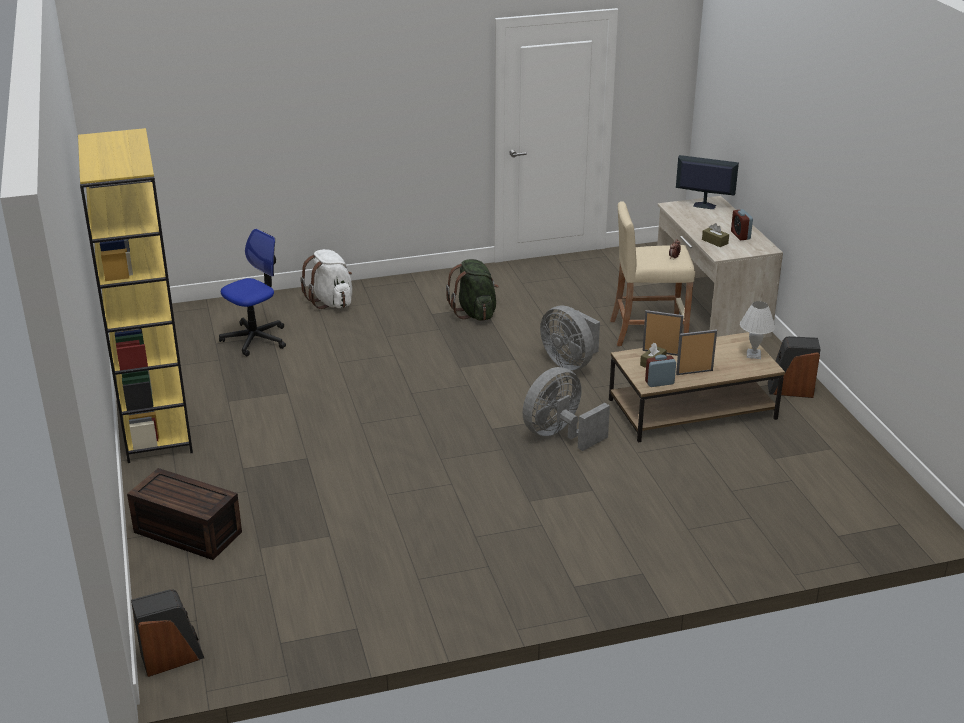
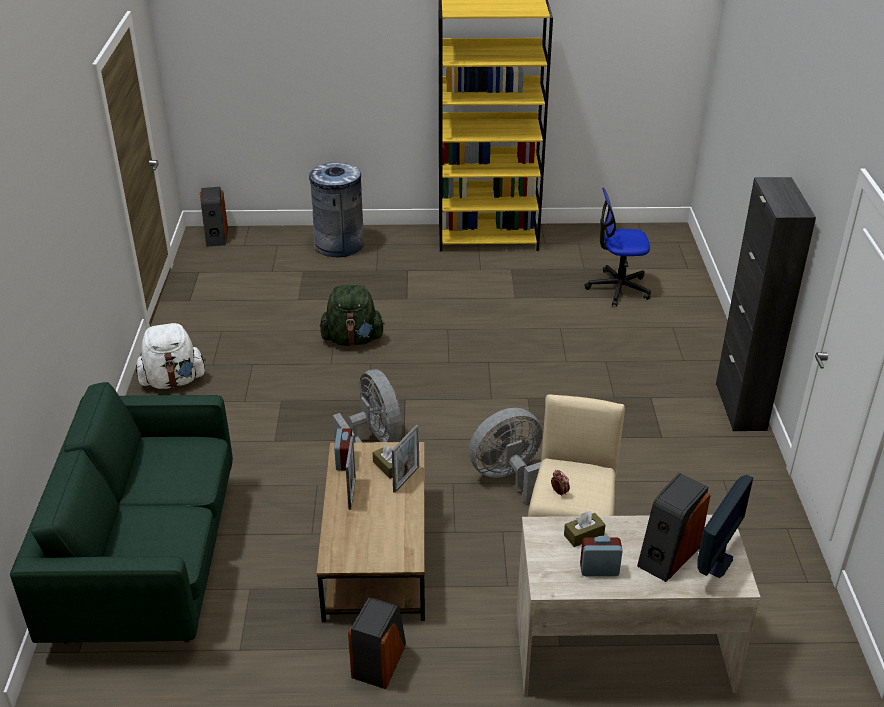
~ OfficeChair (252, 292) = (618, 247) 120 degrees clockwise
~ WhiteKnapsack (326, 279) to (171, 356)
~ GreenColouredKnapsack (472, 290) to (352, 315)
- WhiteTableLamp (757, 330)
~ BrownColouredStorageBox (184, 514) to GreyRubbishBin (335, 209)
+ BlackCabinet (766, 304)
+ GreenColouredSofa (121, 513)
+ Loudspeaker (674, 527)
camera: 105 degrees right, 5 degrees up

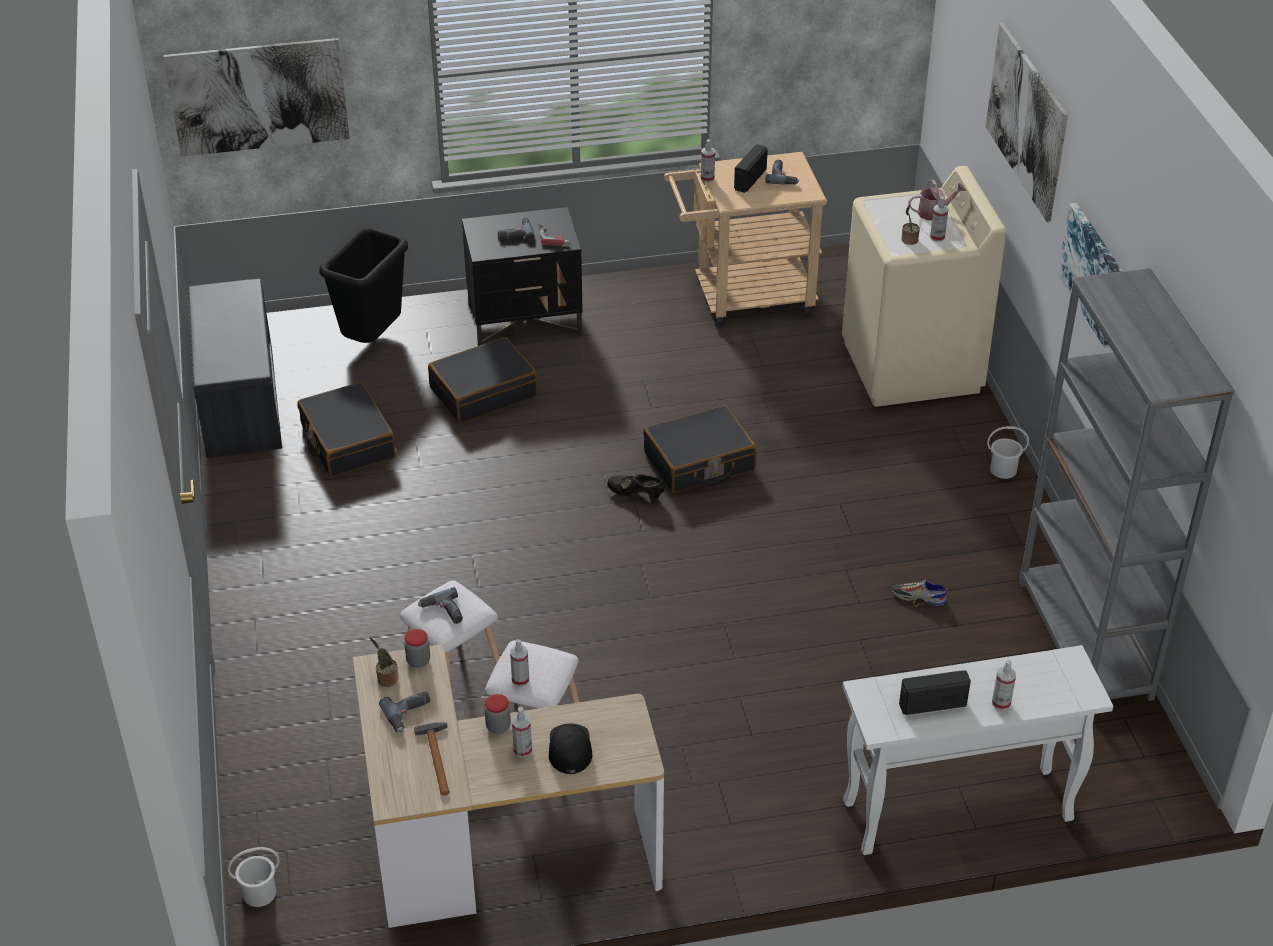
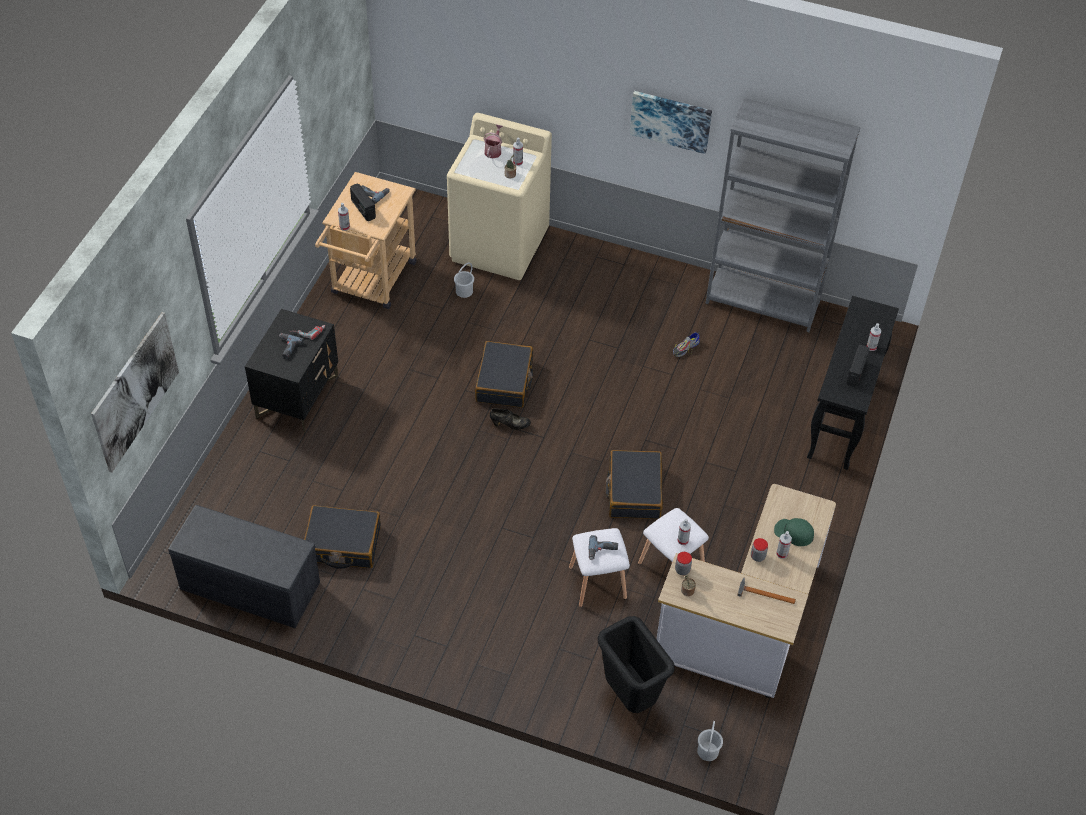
- Picture (1027, 122)
~ BlackRubbishBin (363, 285) to (636, 664)
~ BlackSuitcase (482, 380) to (634, 484)
~ WhitePail (1008, 452) to (464, 280)
~ BlackLowShoe (635, 487) = (510, 419) 135 degrees counterclockwise
~ WhiteNarrowTable (978, 750) to BlackNarrowTable (853, 383)
- ElectricDrill (405, 712)
~ BlackCap (570, 749) to GreenColouredCap (794, 532)
camera: 60 degrees left, 10 degrees up

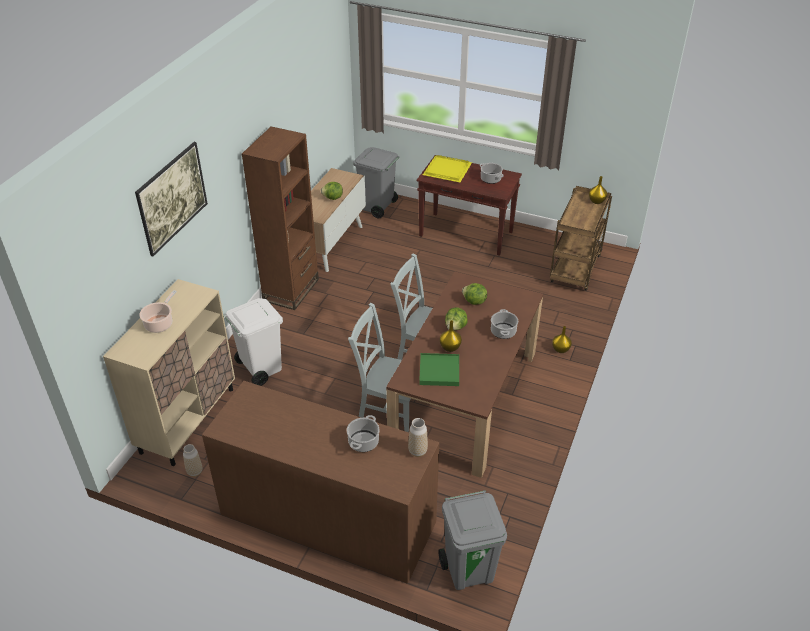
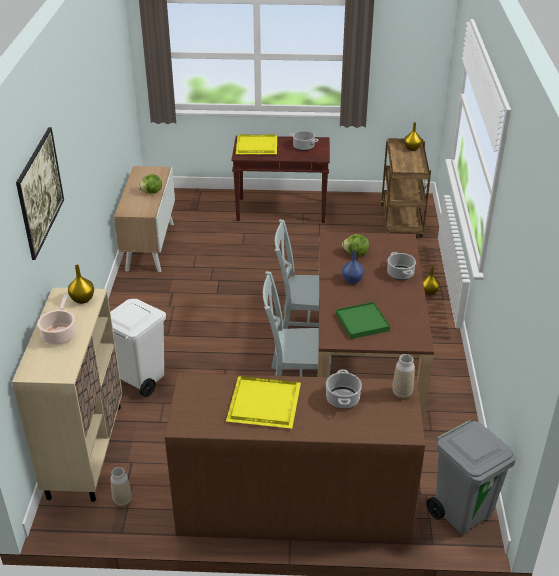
- BrownColouredBookcase (280, 218)
- GreyRubbishBin (376, 182)
~ HeadOfLettuce (456, 318) to BlueColouredVase (353, 266)
~ YellowVase (451, 336) to (81, 284)
+ YellowTray (263, 402)
camera: 20 degrees left, 5 degrees down

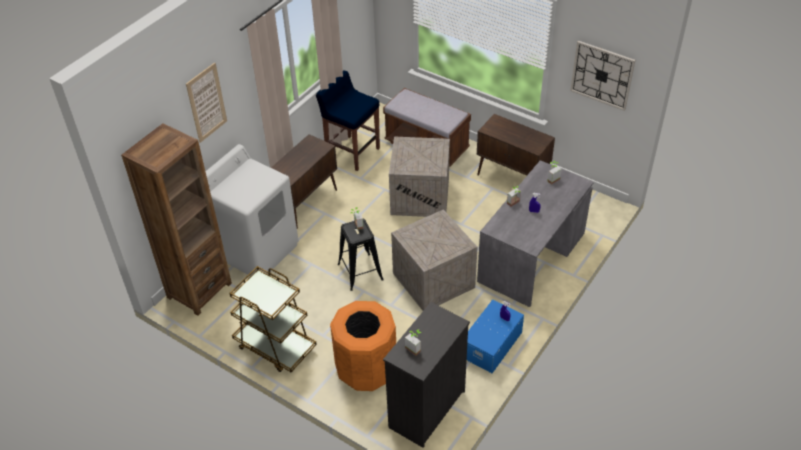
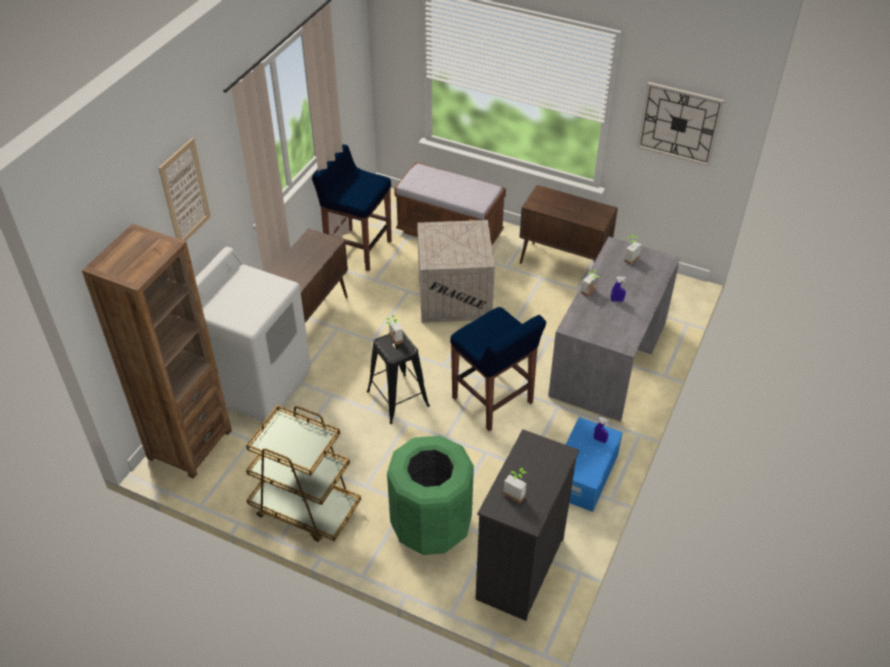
~ ShippingCrate (434, 260) to BlueColouredStoolSeat (498, 369)
~ OrangeyRubbishBin (363, 346) to GreenColouredRubbishBin (430, 495)
camera: 10 degrees left, 0 degrees up

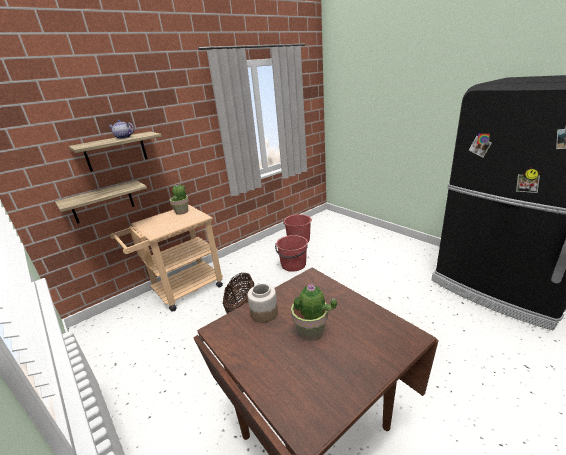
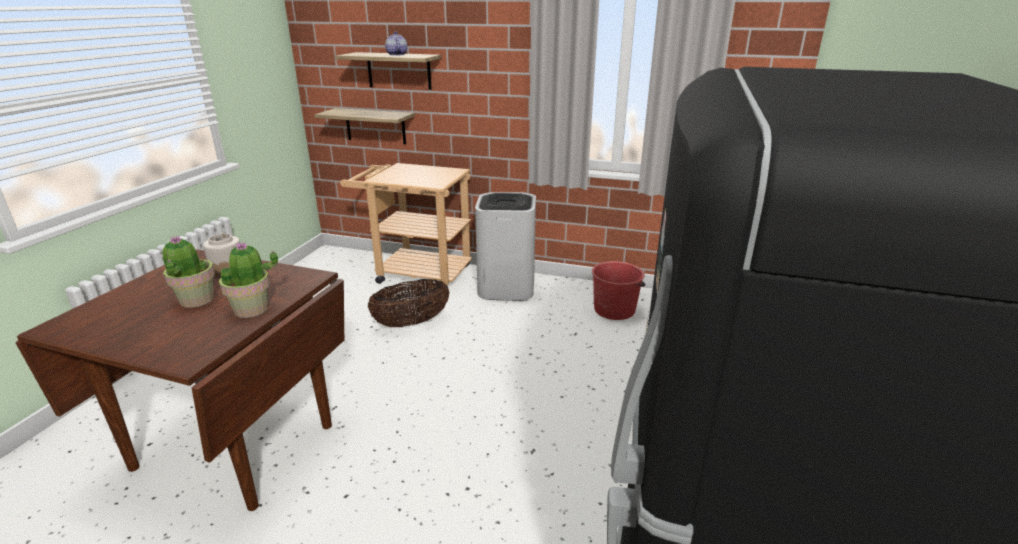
~ PlantInAPot (179, 199) to (248, 280)
- RedColouredPail (291, 253)
+ WhiteRubbishBin (505, 246)
camera: 55 degrees right, 0 degrees up

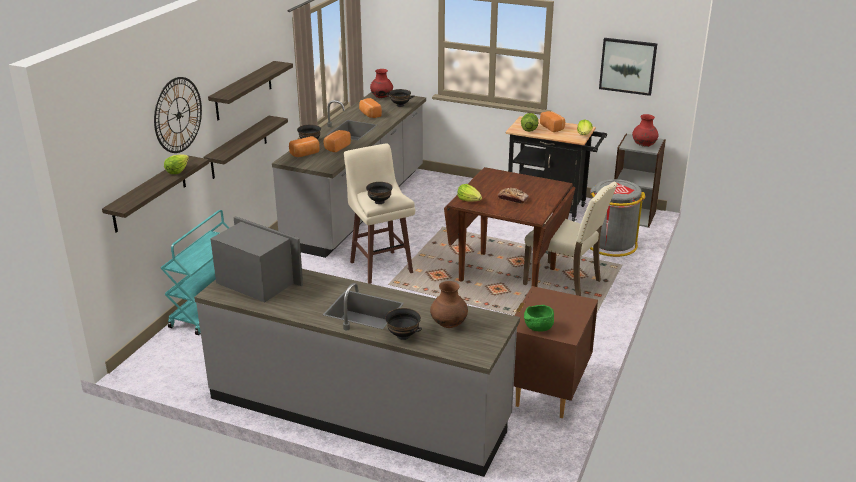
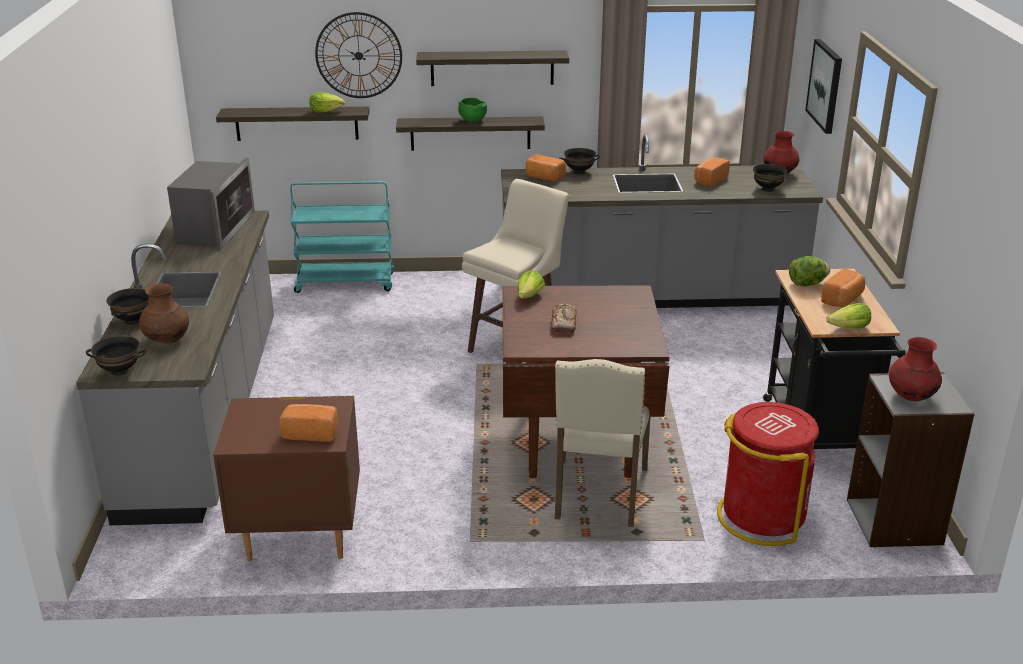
~ Picture (628, 67) to (823, 86)
~ Bread (337, 141) to (308, 423)
~ GreyRubbishBin (618, 218) to RedColouredRubbishBin (768, 474)
~ BlackBowl (379, 193) to (116, 355)
~ GreenColouredBowl (539, 318) to (472, 110)
camera: 65 degrees right, 0 degrees up

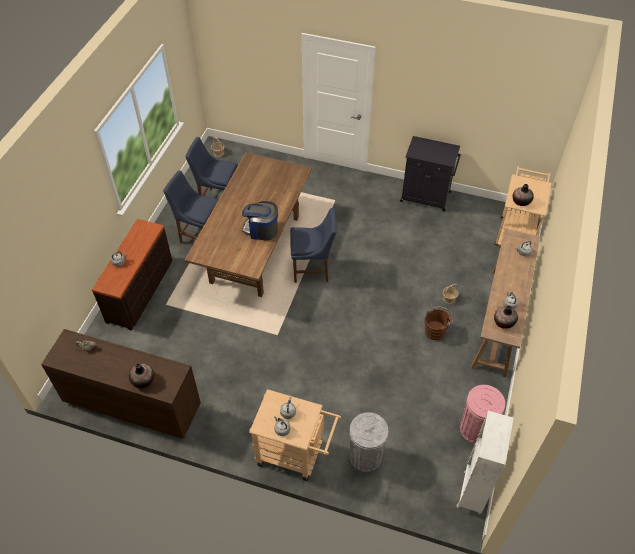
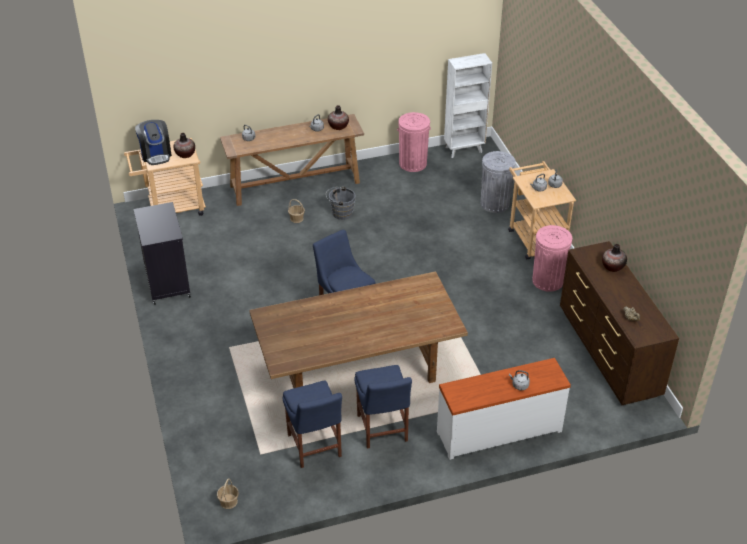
~ CoffeeMaker (260, 220) to (153, 142)
~ BrownColouredChestOfDrawers (132, 275) to WhiteChestOfDrawers (504, 409)
~ BrownColouredPail (438, 323) to GreyPail (341, 203)
+ PinkishRubbishBin (552, 258)
camera: 125 degrees left, 10 degrees down

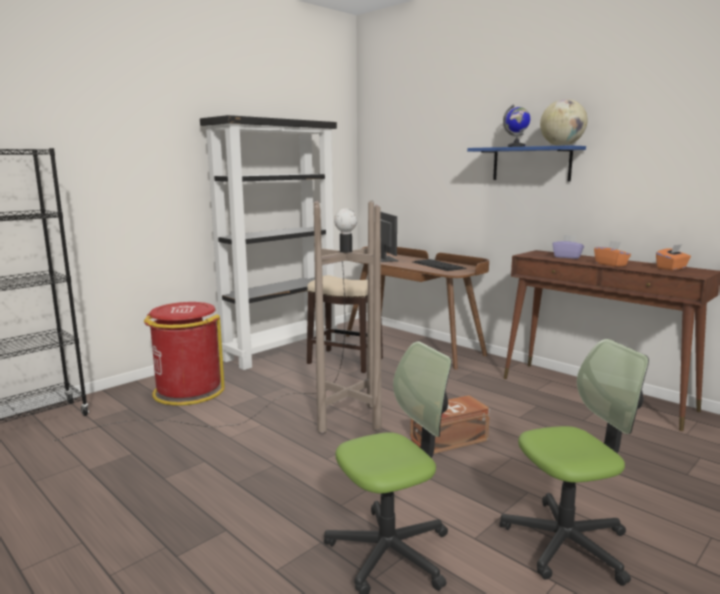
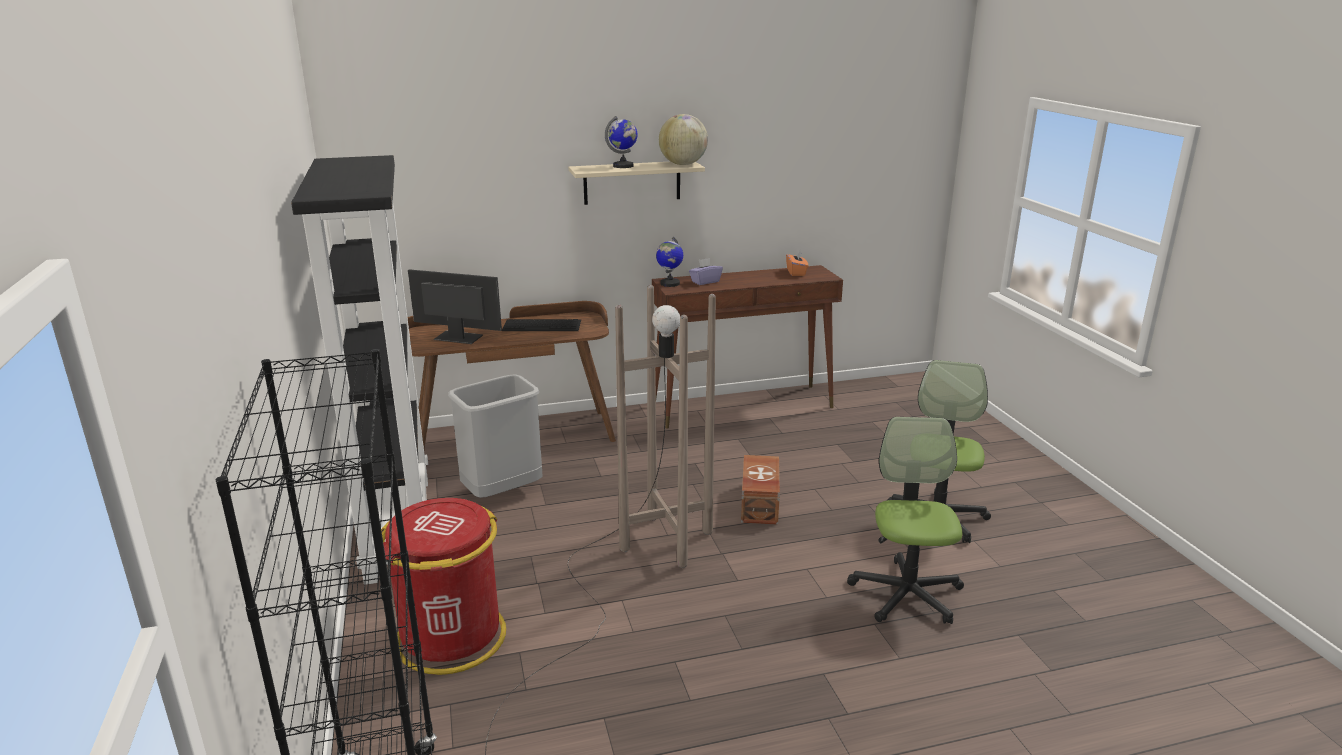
~ BlueColouredWallShelf (526, 163) to BeigeWallShelf (636, 183)
- OrangeyTissueHolder (612, 254)
~ StoolSeat (345, 324) to GreyRubbishBin (495, 436)
+ WorldGlobe (669, 262)
camera: 60 degrees left, 10 degrees up

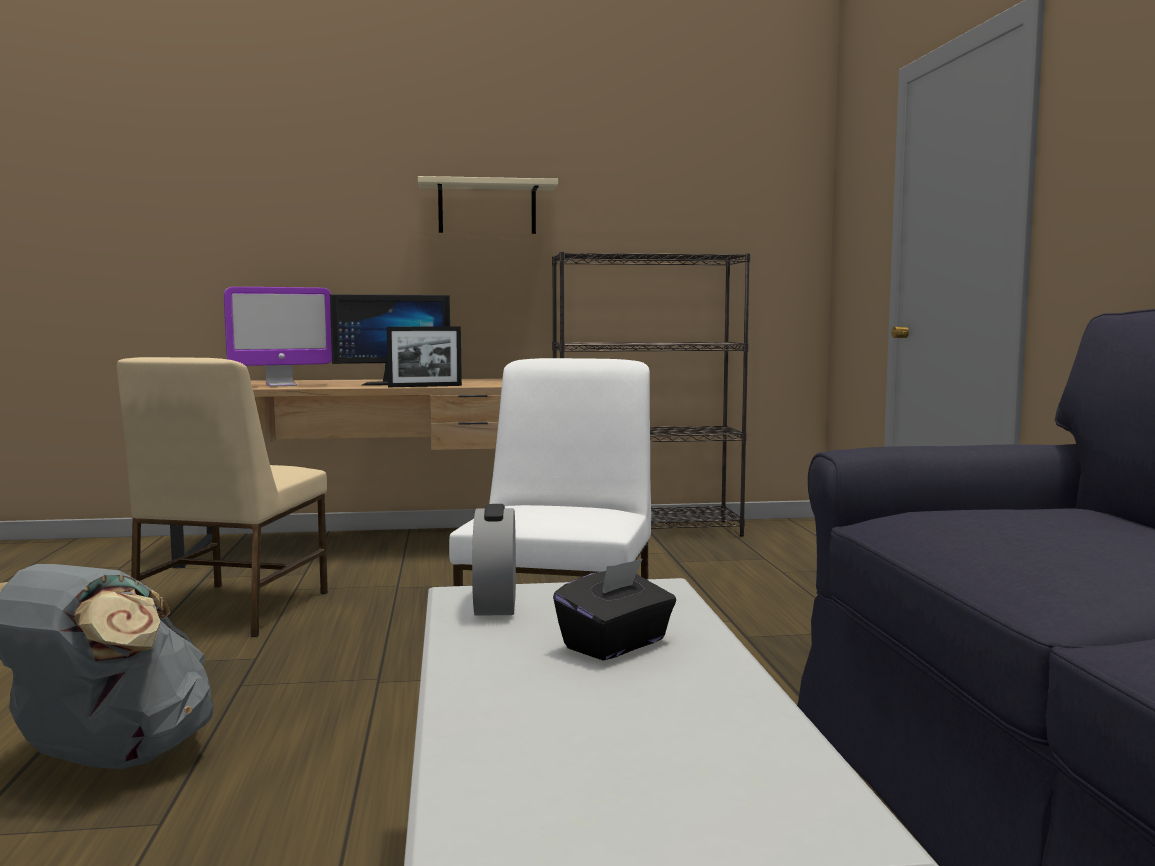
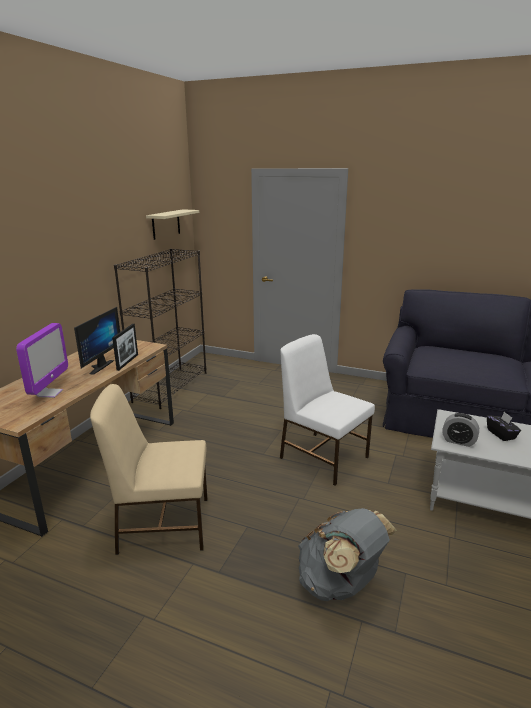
~ BeigeWallShelf (488, 205) to (172, 224)
~ BeigePlainChair (222, 497) = (148, 469) 135 degrees clockwise
camera: 60 degrees left, 15 degrees up

